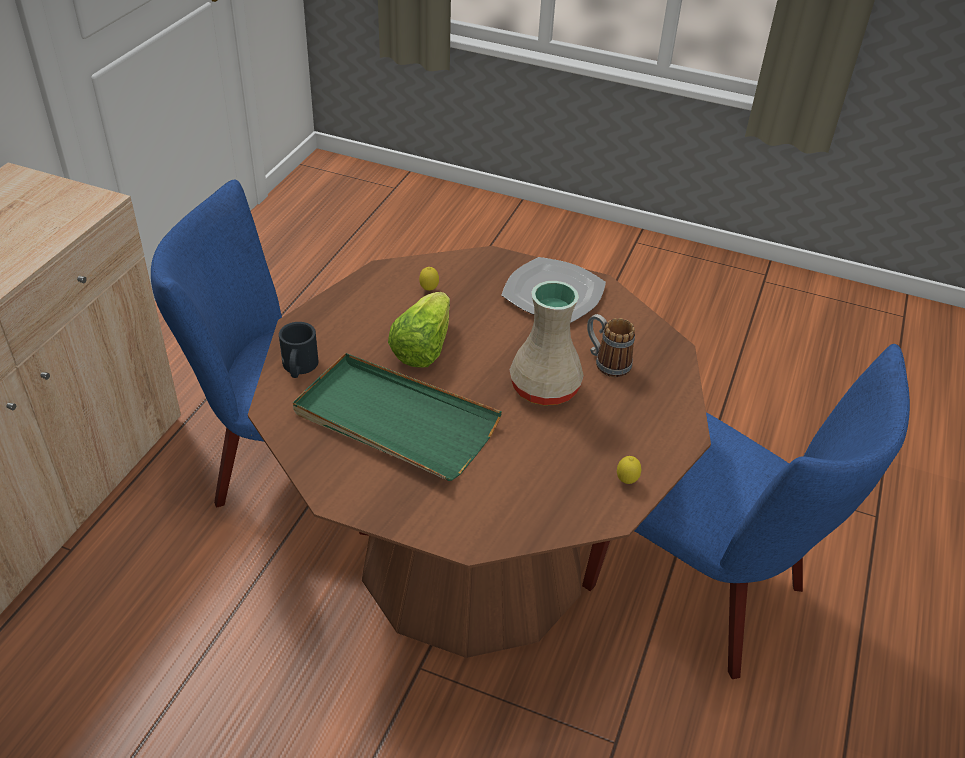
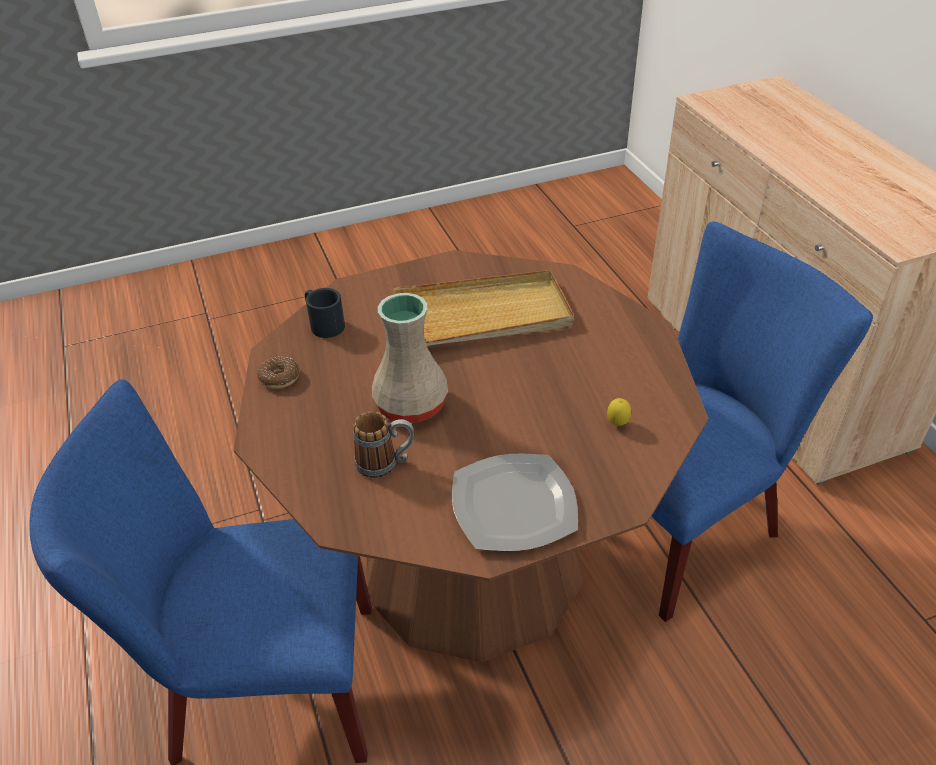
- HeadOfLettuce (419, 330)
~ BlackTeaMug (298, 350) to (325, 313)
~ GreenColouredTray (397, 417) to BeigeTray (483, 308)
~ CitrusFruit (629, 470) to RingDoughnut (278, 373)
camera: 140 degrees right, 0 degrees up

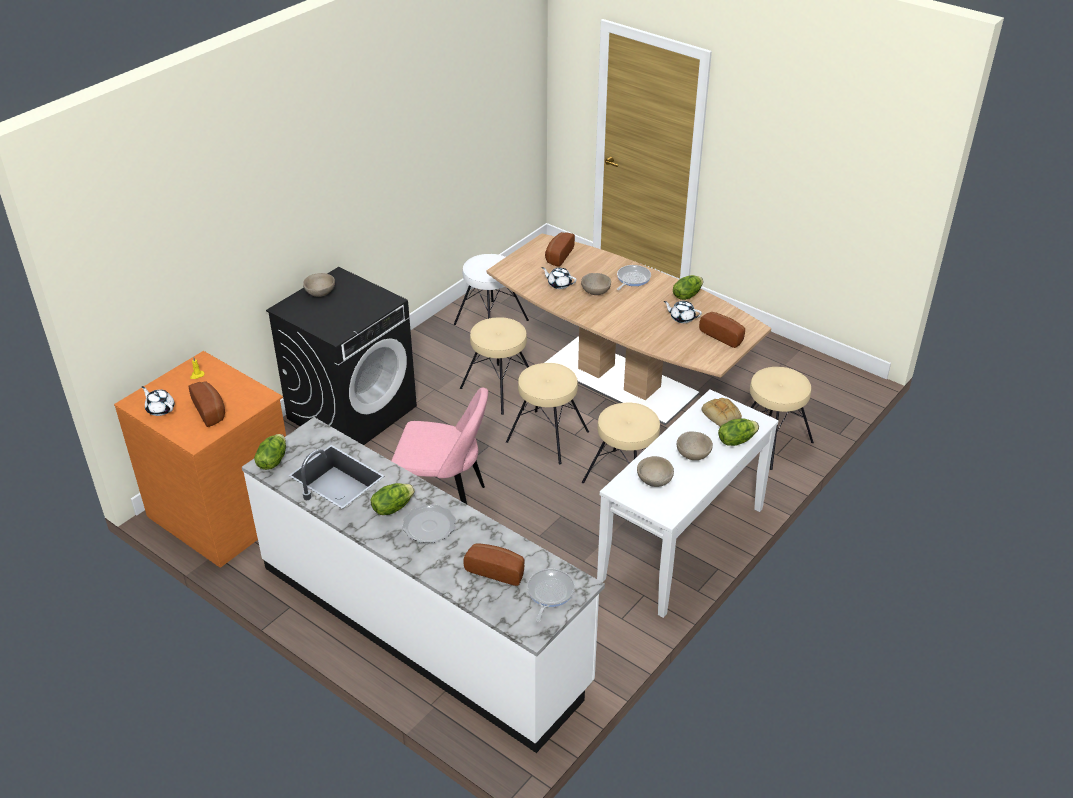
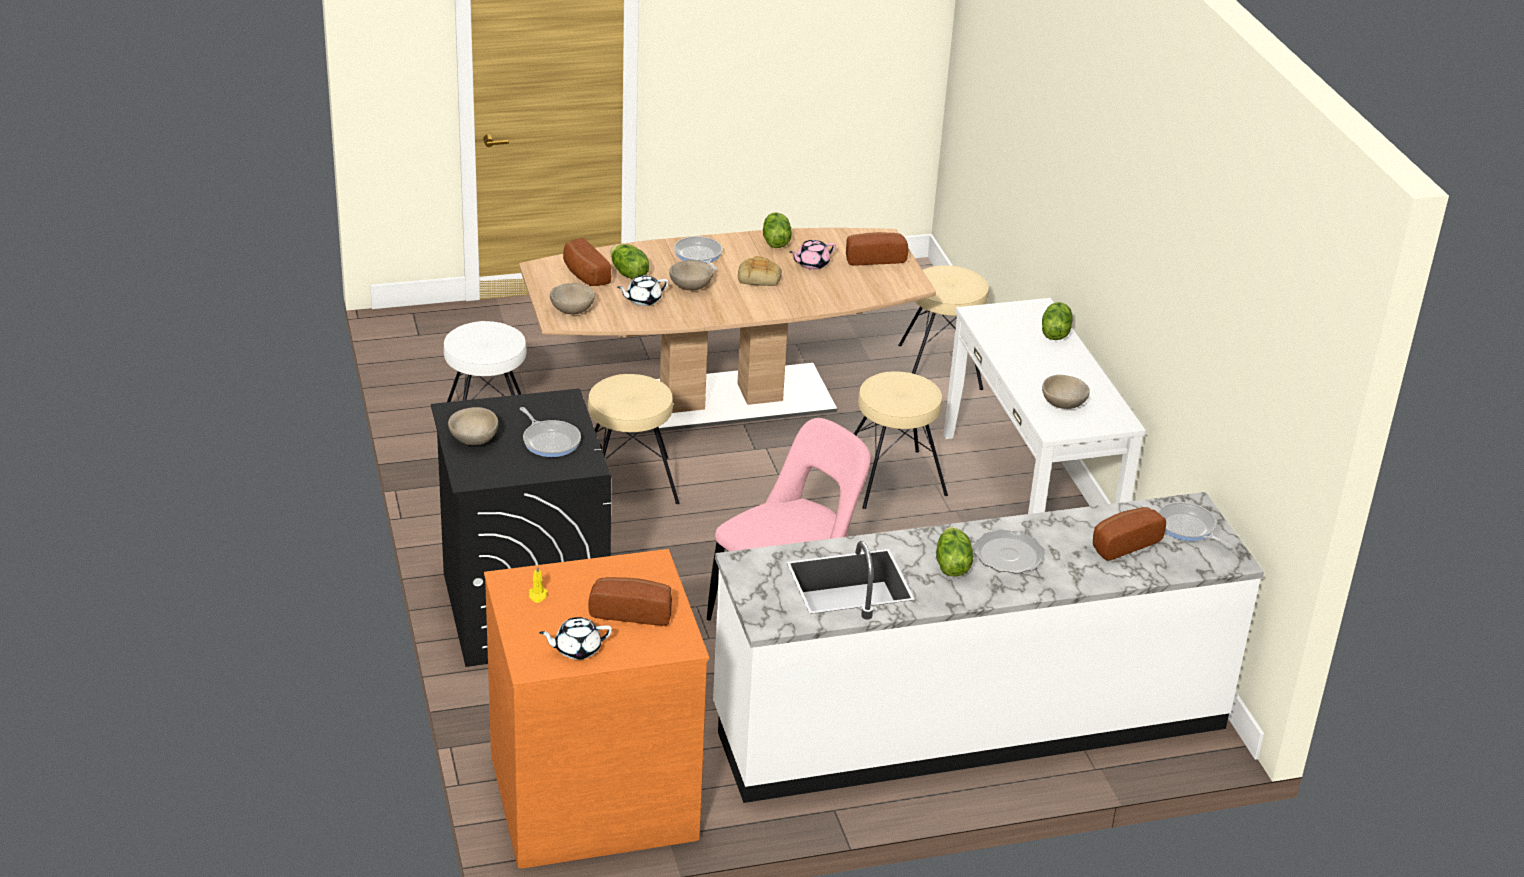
~ WhiteTeapot (682, 312) to PinkishTeapot (812, 255)
- BeigeStoolSeat (547, 413)
~ Bread (721, 412) to (760, 271)
~ BeigeBowl (695, 445) to (572, 298)
~ HeadOfLettuce (270, 452) to (629, 261)
+ Skillet (550, 432)
camera: 55 degrees left, 5 degrees down

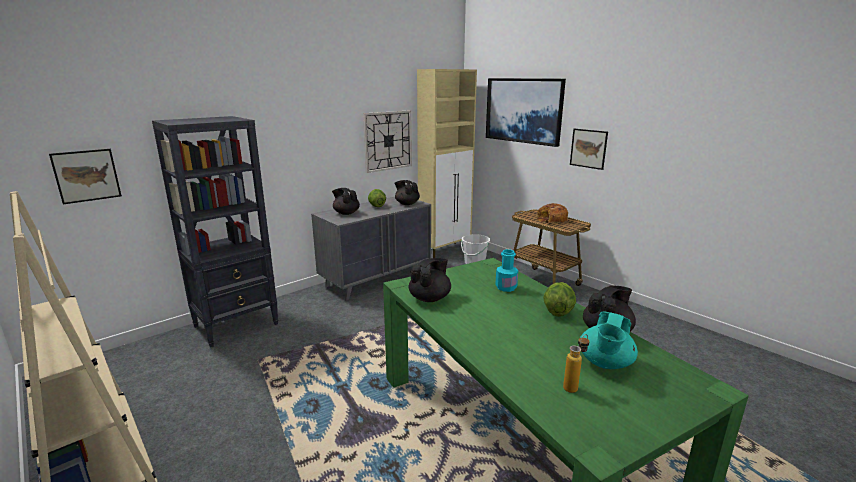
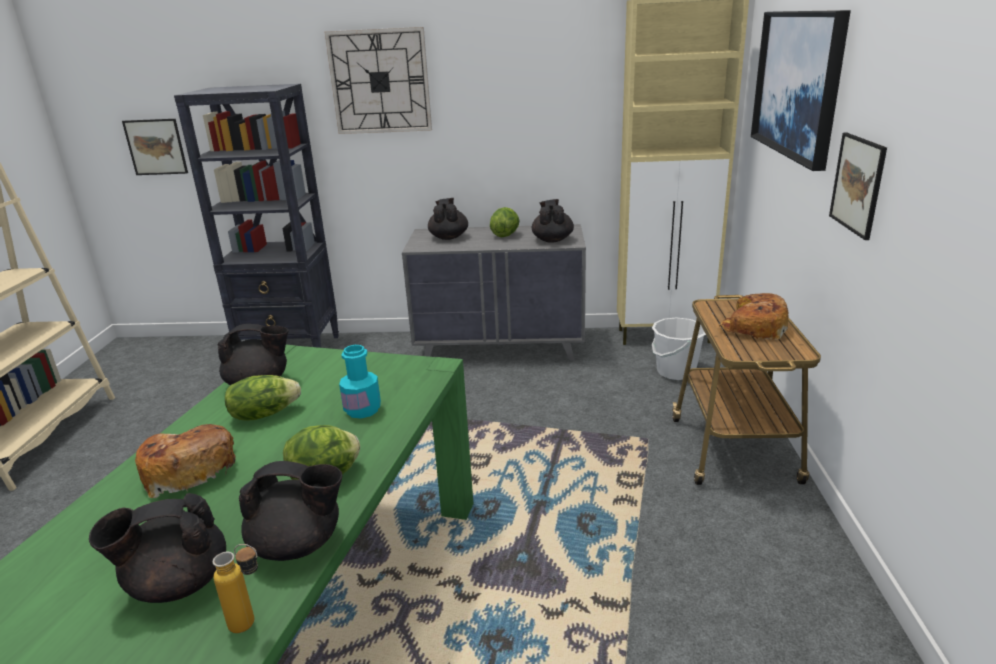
~ HangingClock (387, 141) to (378, 80)
~ TurquoiseTeapot (609, 340) to BlackTeapot (157, 548)
~ BeverageBottle (576, 363) to (235, 588)
+ HeadOfLettuce (263, 398)
+ Bread (185, 461)
camera: 45 degrees right, 5 degrees up

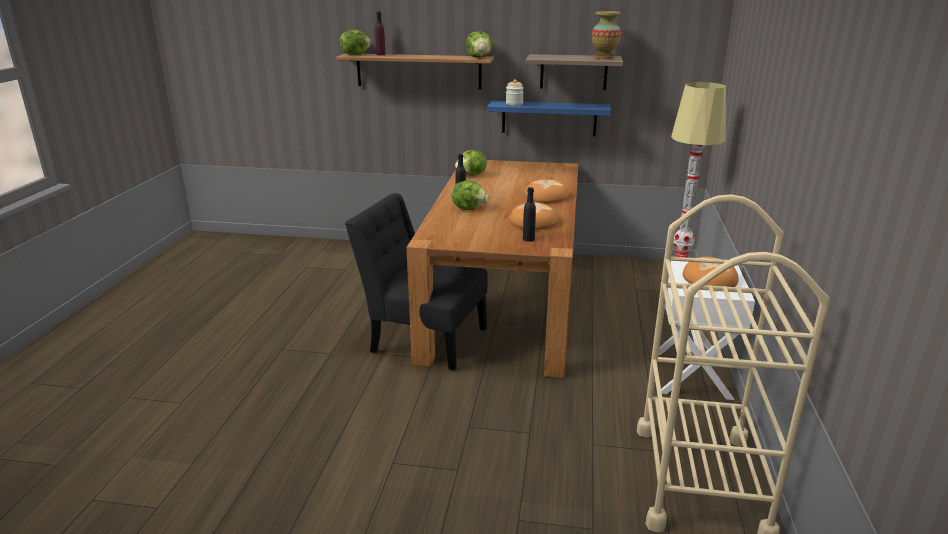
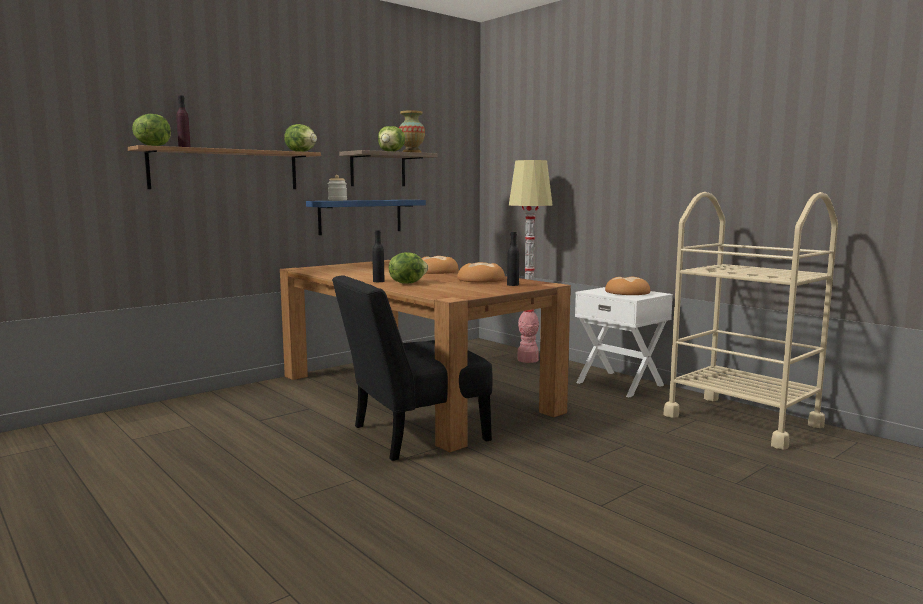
~ HeadOfLettuce (471, 163) to (391, 138)
camera: 50 degrees left, 15 degrees down

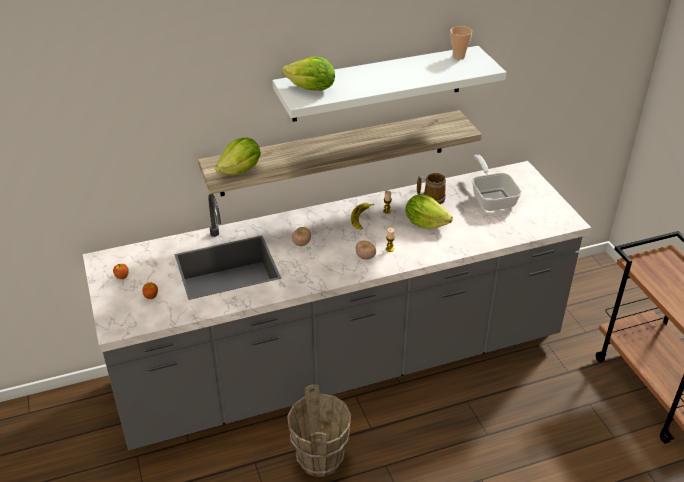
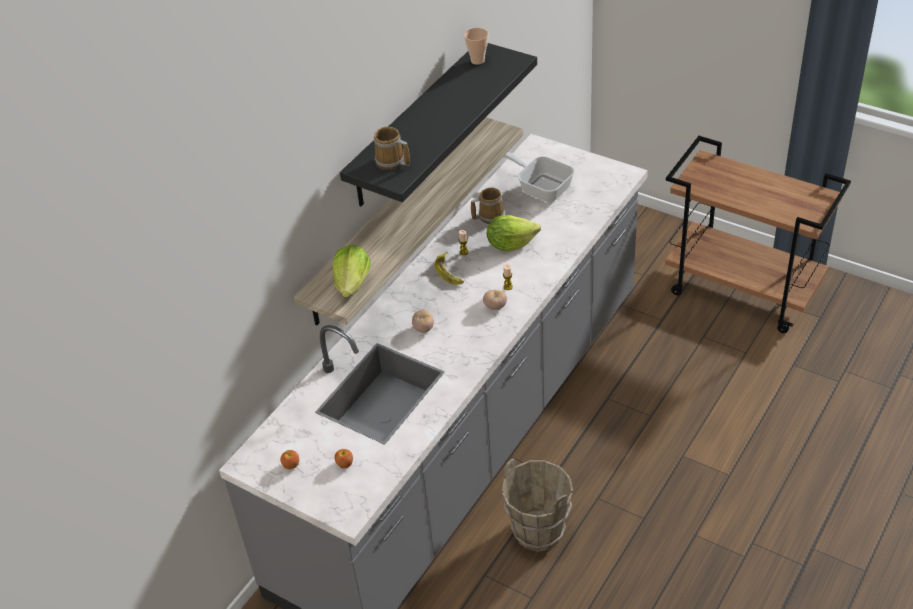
~ WhiteWallShelf (389, 84) to BlackWallShelf (438, 124)
~ HeadOfLettuce (308, 74) to TeaMug (392, 148)
camera: 35 degrees left, 5 degrees up

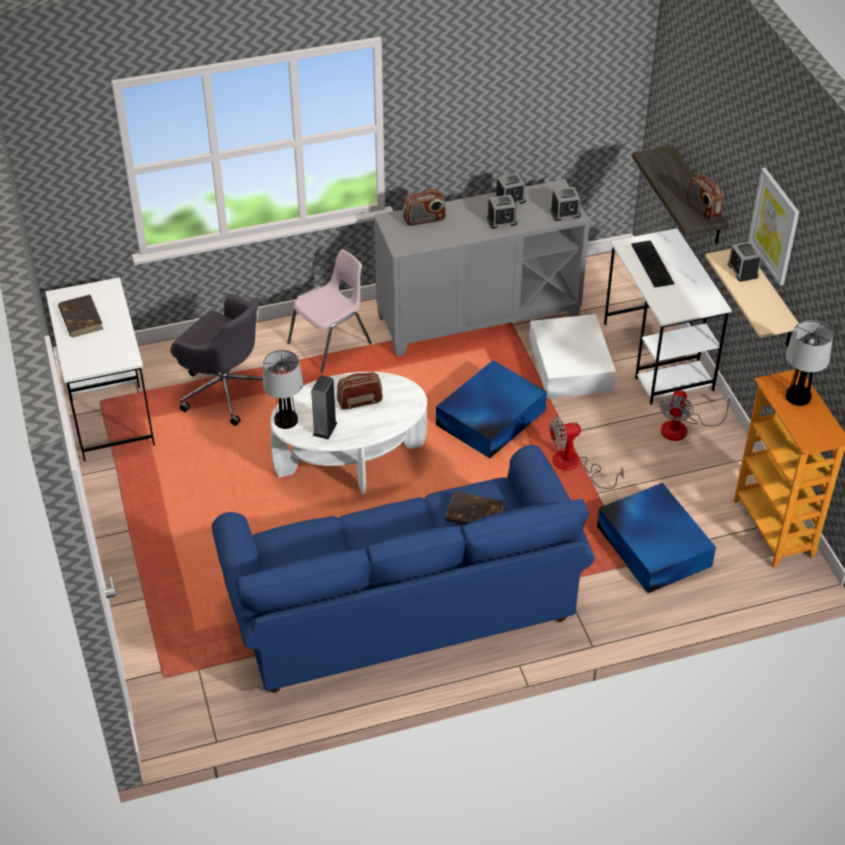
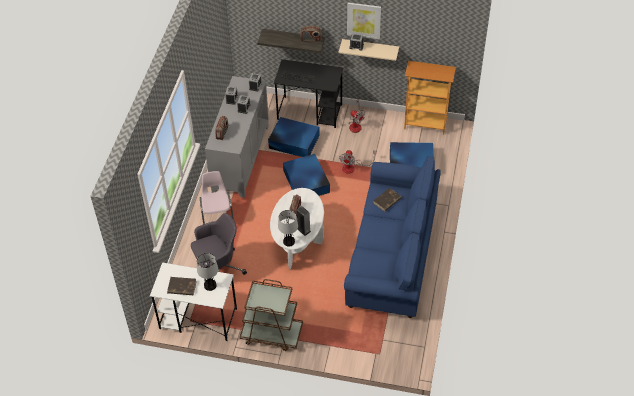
~ WhiteDeskTable (668, 316) to BlackDeskTable (308, 93)
~ WhiteStorageBox (572, 356) to BlueColouredStorageBox (294, 137)
~ TableLamp (809, 363) to (207, 272)
+ BrownColouredWheeledCart (271, 315)
camera: 60 degrees left, 5 degrees up

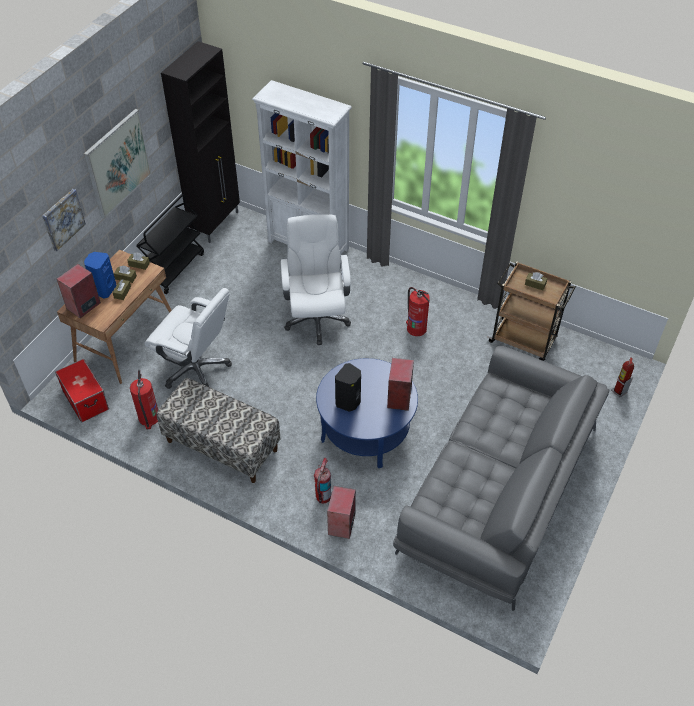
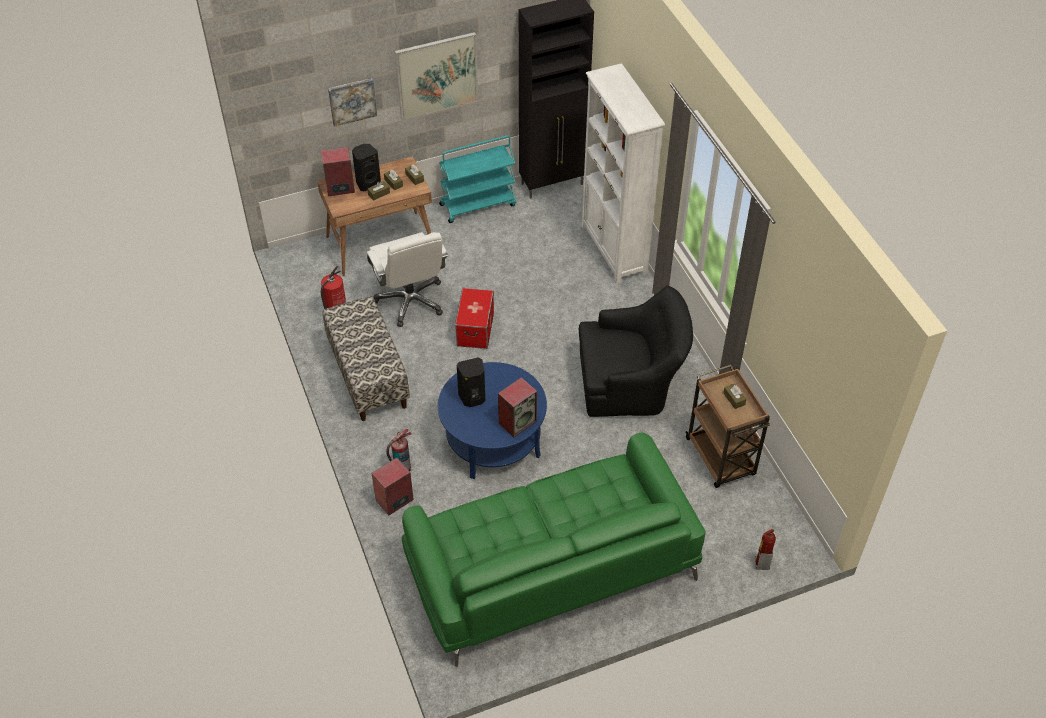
~ BlackWheeledCart (170, 244) to TurquoiseWheeledCart (477, 179)
- WhiteOfficeChair (316, 279)
~ BlueColouredLoudspeaker (100, 275) to BlackLoudspeaker (366, 168)
~ FireExtinguisher (418, 311) to BlackArmchair (636, 351)
~ GreySofa (501, 478) to GreenColouredSofa (554, 550)
~ StorageBox (82, 391) to (474, 318)
camera: 40 degrees right, 0 degrees up

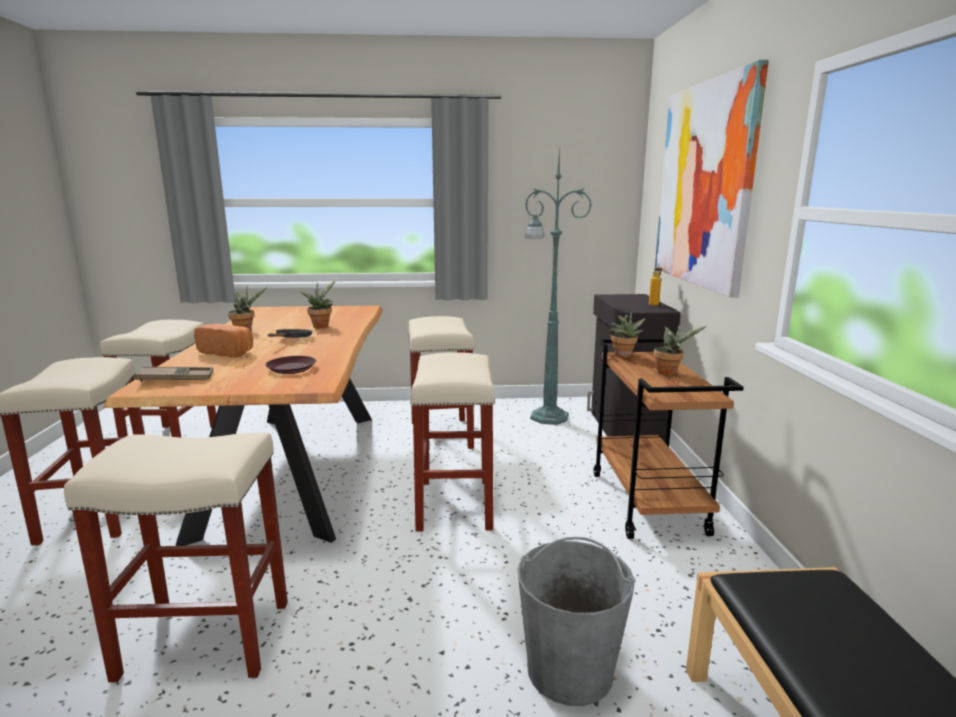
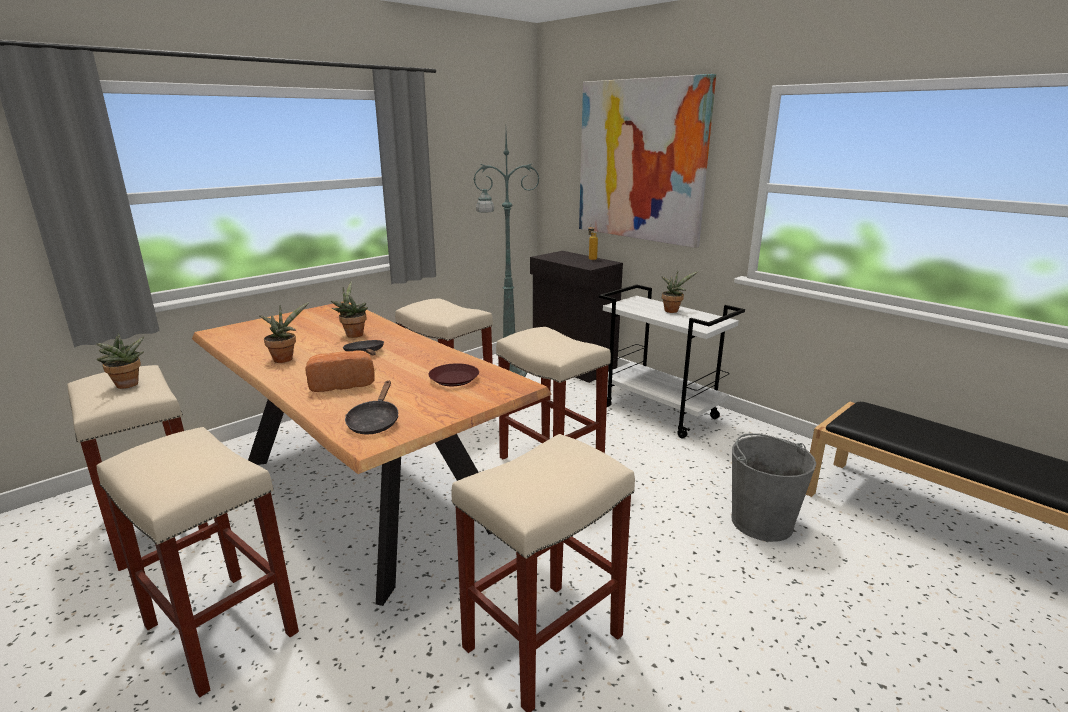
~ PlantInAPot (627, 335) to (120, 361)
~ BrownColouredWheeledCart (669, 438) to WhiteWheeledCart (672, 362)
~ BrownColouredTray (174, 374) to BlackSkillet (372, 407)
camera: 40 degrees left, 5 degrees up

